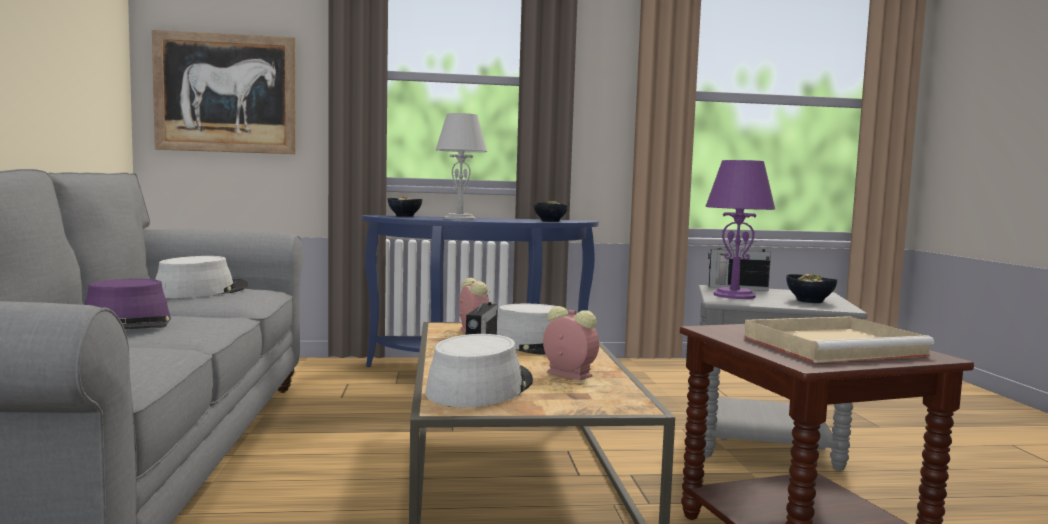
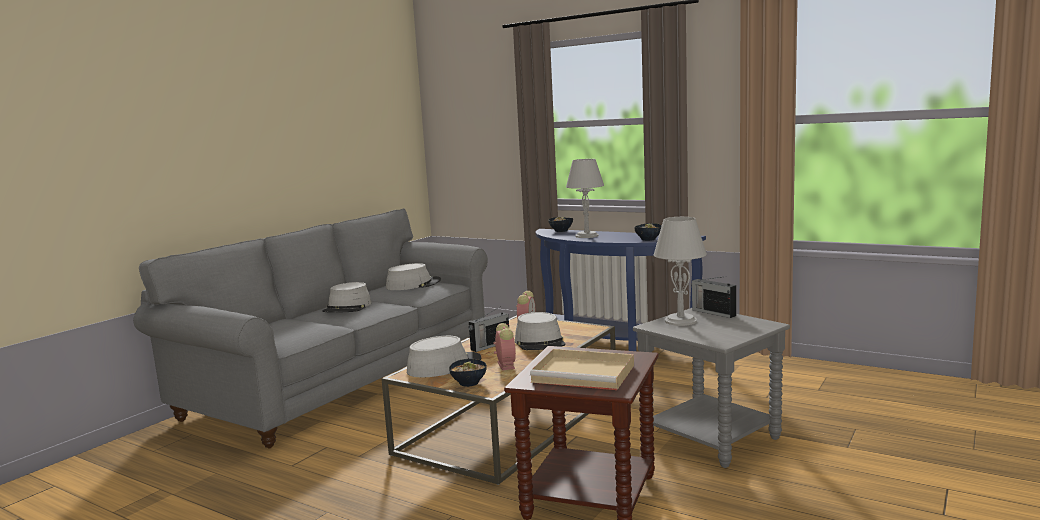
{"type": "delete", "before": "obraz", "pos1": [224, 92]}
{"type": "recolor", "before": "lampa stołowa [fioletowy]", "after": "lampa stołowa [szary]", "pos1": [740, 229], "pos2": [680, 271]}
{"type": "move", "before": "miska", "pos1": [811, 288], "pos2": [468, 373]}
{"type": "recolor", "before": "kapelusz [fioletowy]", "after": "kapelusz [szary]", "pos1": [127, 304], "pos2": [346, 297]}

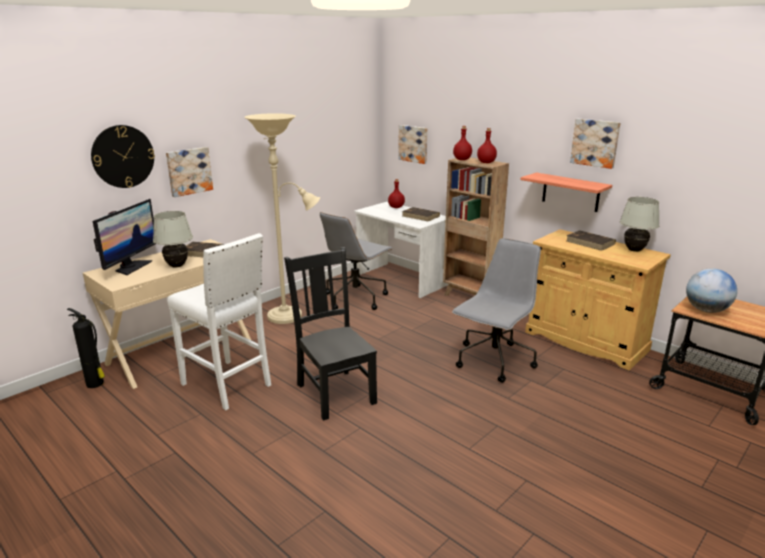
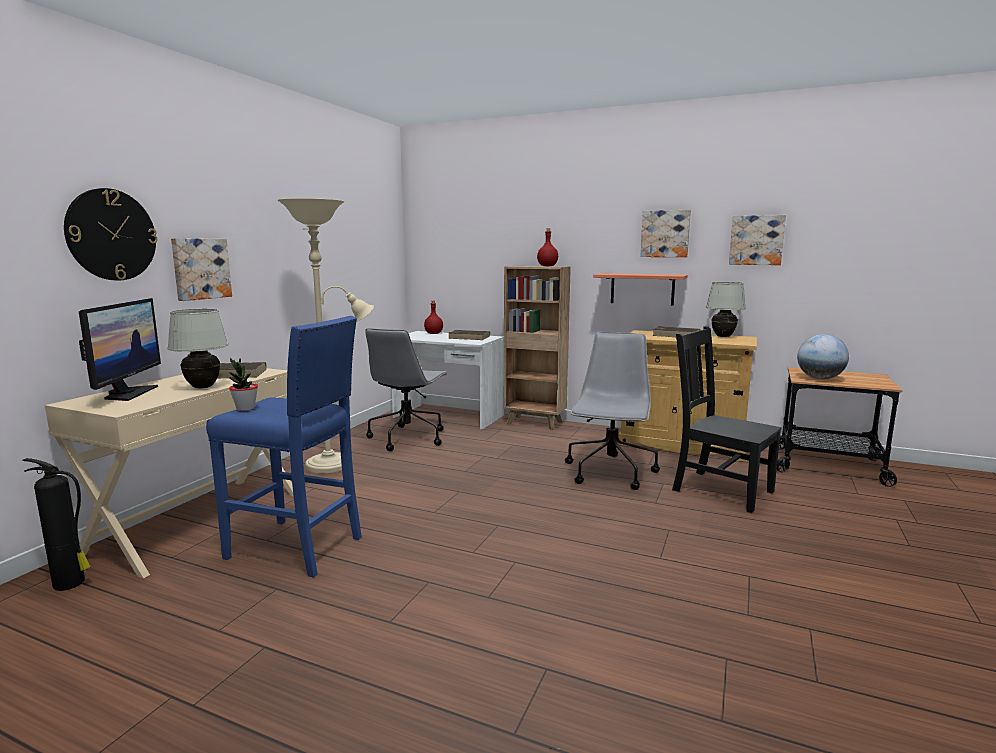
{"type": "move", "before": "obraz", "pos1": [413, 144], "pos2": [757, 240]}
{"type": "delete", "before": "butelka [czerwony]", "pos1": [462, 143]}
{"type": "recolor", "before": "stołek [biały]", "after": "stołek [niebieski]", "pos1": [219, 321], "pos2": [284, 447]}
{"type": "move", "before": "krzesło [czarny]", "pos1": [330, 334], "pos2": [727, 419]}
{"type": "insert", "after": "roślina doniczkowa", "pos2": [243, 384]}

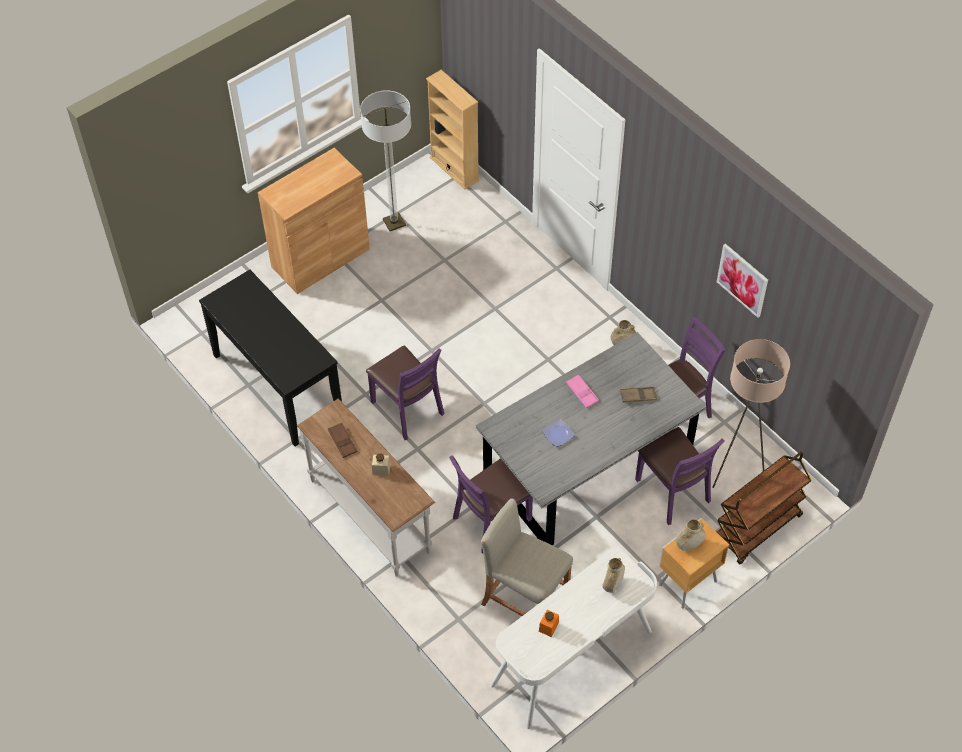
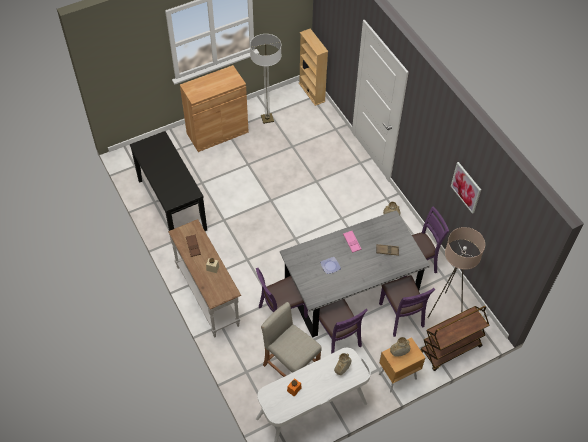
{"type": "move", "before": "krzesło [fioletowy]", "pos1": [405, 393], "pos2": [343, 326]}

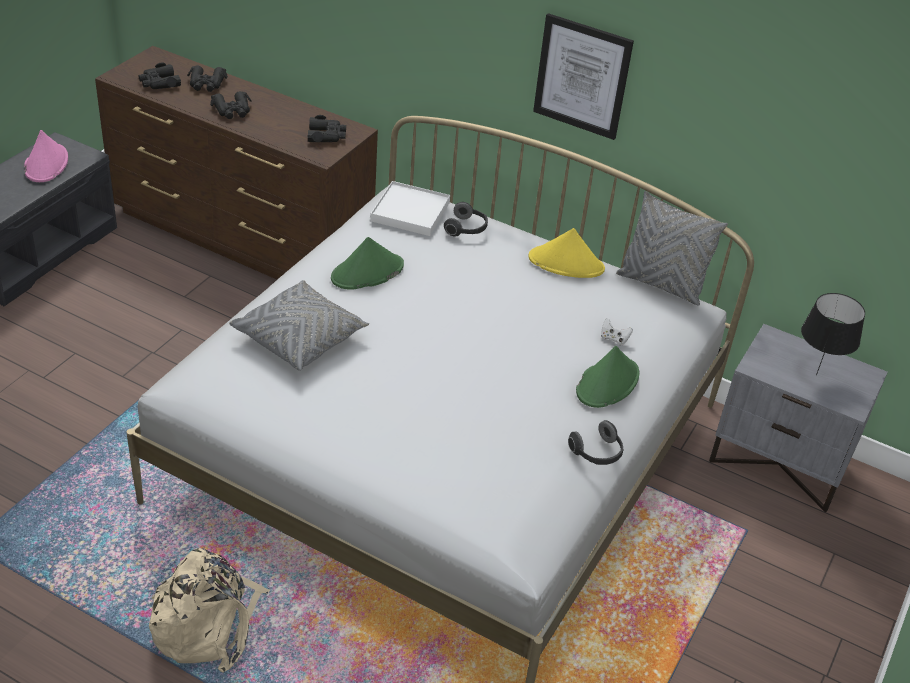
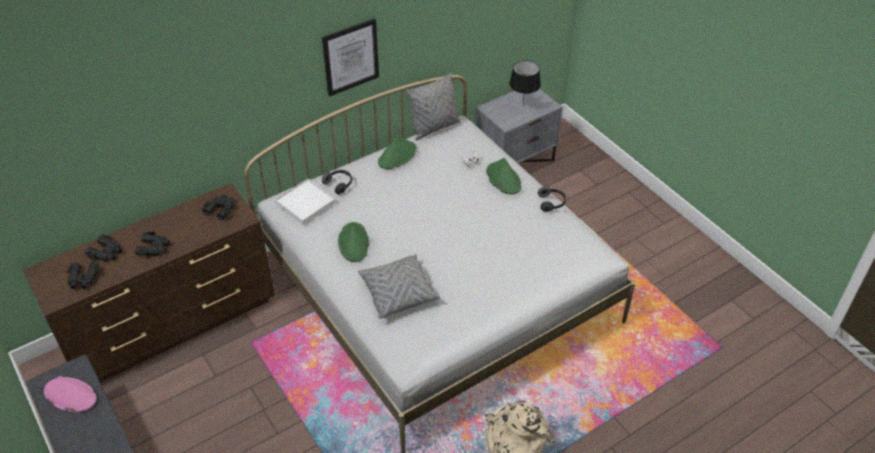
{"type": "recolor", "before": "kapelusz [żółty]", "after": "kapelusz [zielony]", "pos1": [566, 253], "pos2": [397, 152]}

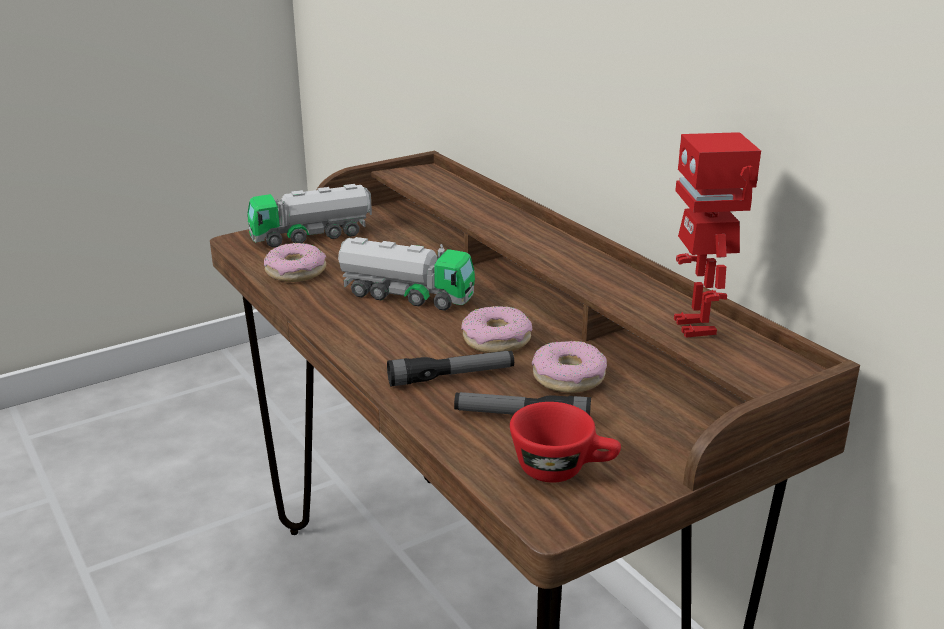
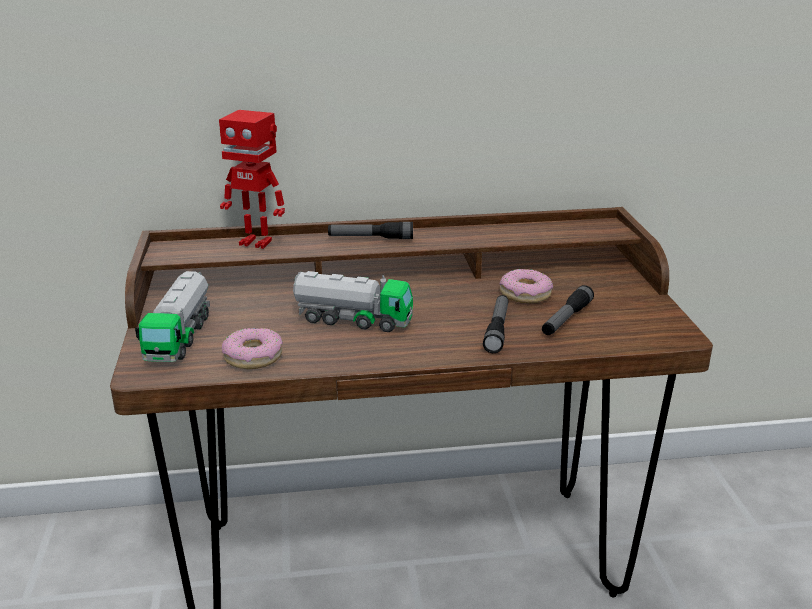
{"type": "move", "before": "robot zabawkowy", "pos1": [717, 235], "pos2": [252, 179]}
{"type": "rotate", "before": "ciężarówka zabawkowa", "pos1": [406, 274], "pos2": [353, 301], "turn": 60}
{"type": "delete", "before": "donut", "pos1": [497, 329]}
{"type": "delete", "before": "filiżanka [czerwony]", "pos1": [565, 442]}
{"type": "insert", "after": "latarka", "pos2": [370, 230]}

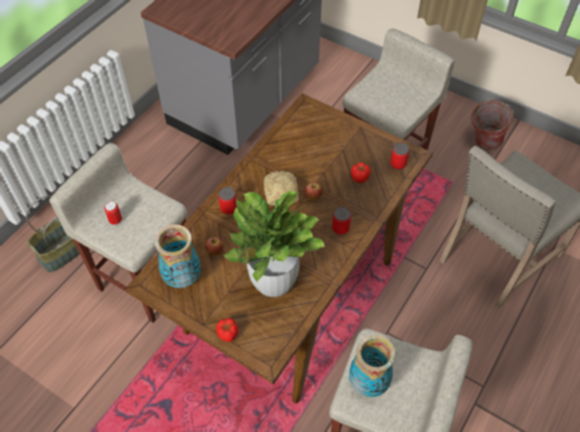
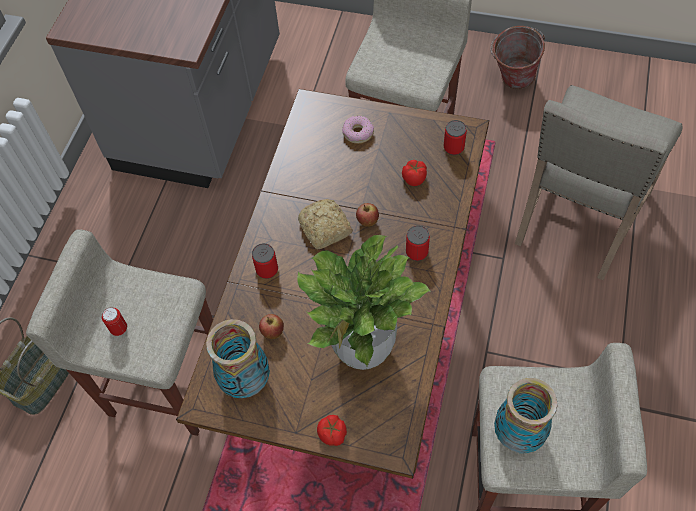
{"type": "insert", "after": "donut", "pos2": [358, 130]}

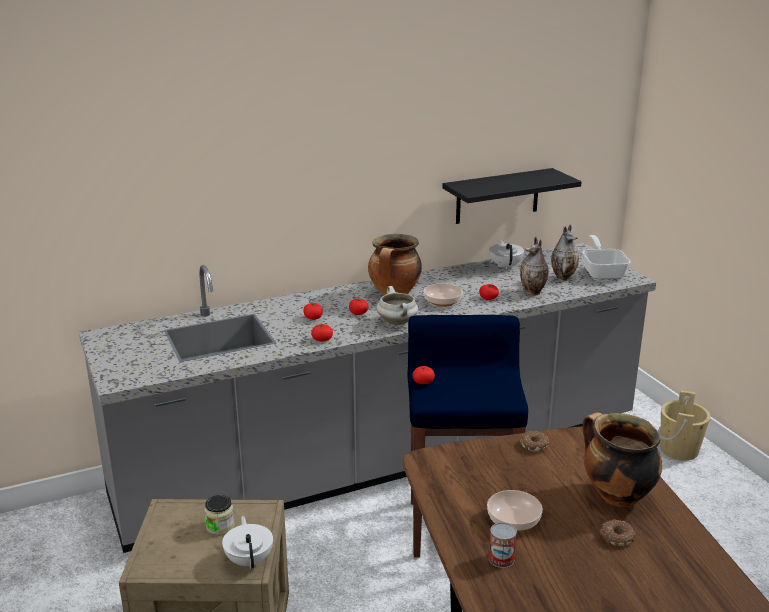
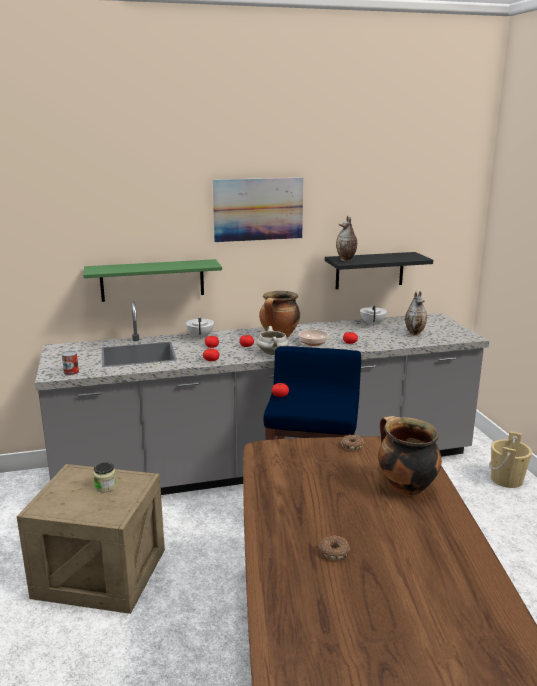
{"type": "delete", "before": "patelnia", "pos1": [606, 257]}
{"type": "move", "before": "wazon", "pos1": [534, 266], "pos2": [346, 239]}
{"type": "delete", "before": "miska", "pos1": [515, 510]}
{"type": "move", "before": "imbryk [biały]", "pos1": [247, 542], "pos2": [200, 327]}
{"type": "move", "before": "donut", "pos1": [618, 533], "pos2": [334, 547]}
{"type": "move", "before": "puszka", "pos1": [503, 545], "pos2": [70, 363]}
{"type": "insert", "after": "obraz", "pos2": [258, 210]}
{"type": "insert", "after": "półka [zielony]", "pos2": [152, 280]}

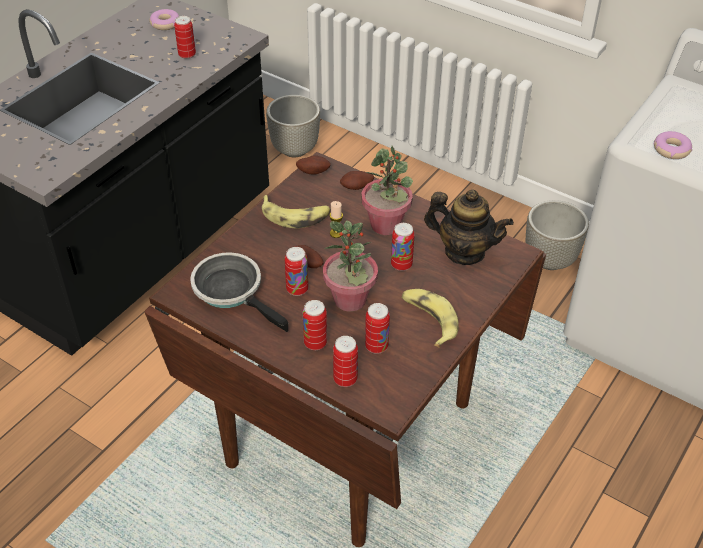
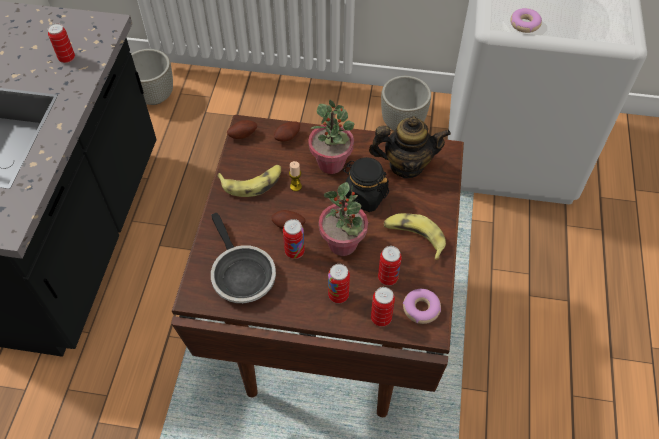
{"type": "move", "before": "donut", "pos1": [164, 19], "pos2": [422, 306]}
{"type": "replace", "before": "puszka", "after": "słoik [czarny]", "pos1": [403, 247], "pos2": [366, 184]}
{"type": "rotate", "before": "patelnia", "pos1": [239, 292], "pos2": [243, 258], "turn": -135}

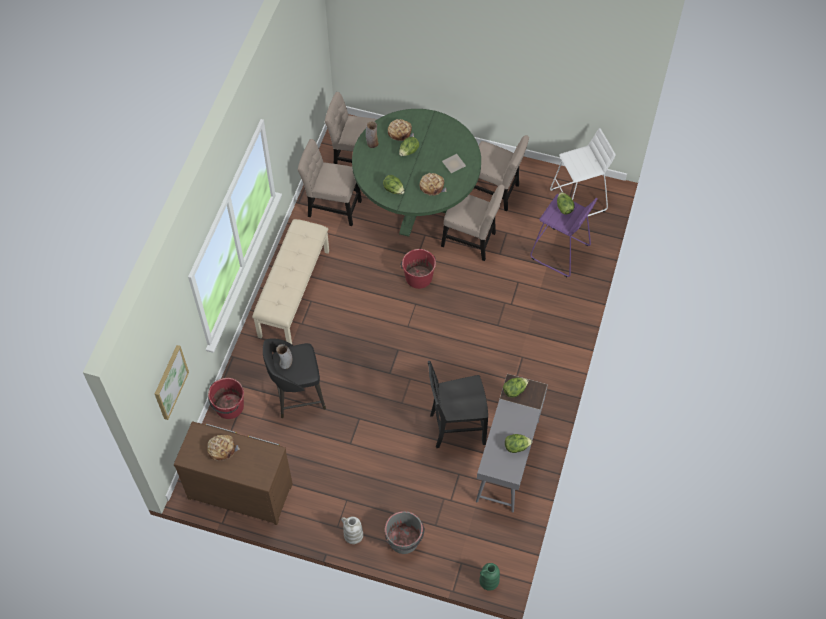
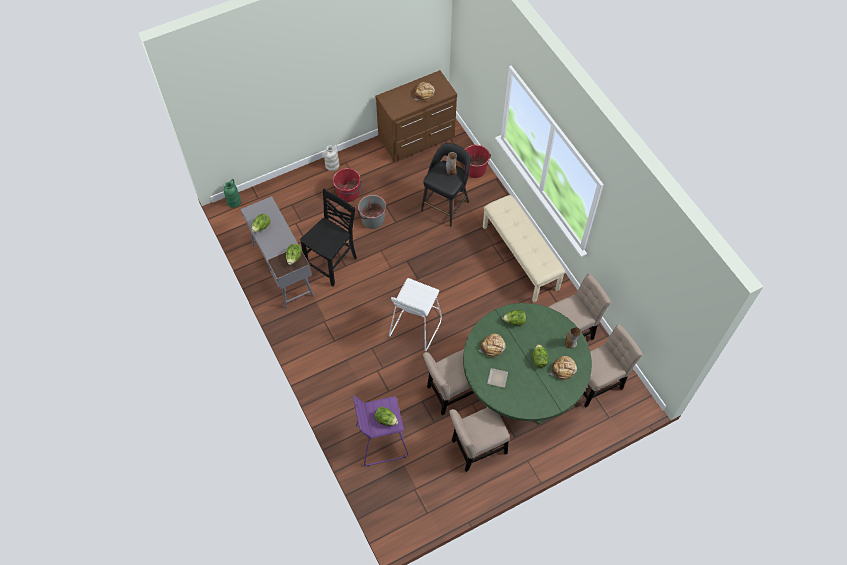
{"type": "move", "before": "stołek [biały]", "pos1": [583, 172], "pos2": [415, 314]}
{"type": "move", "before": "wiadro [czerwony]", "pos1": [418, 269], "pos2": [347, 185]}
{"type": "delete", "before": "obraz", "pos1": [172, 382]}
{"type": "move", "before": "wiadro [szary]", "pos1": [404, 532], "pos2": [372, 212]}

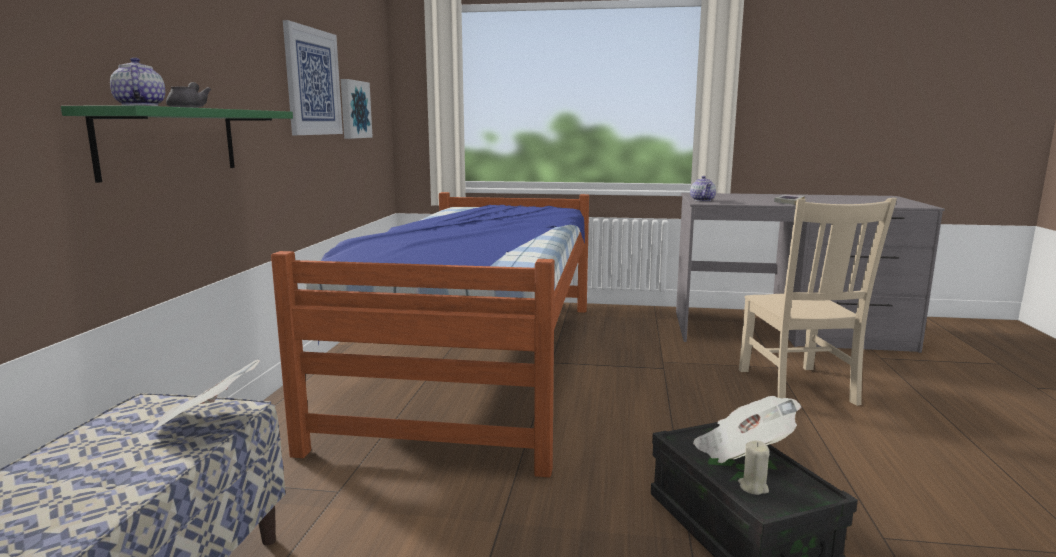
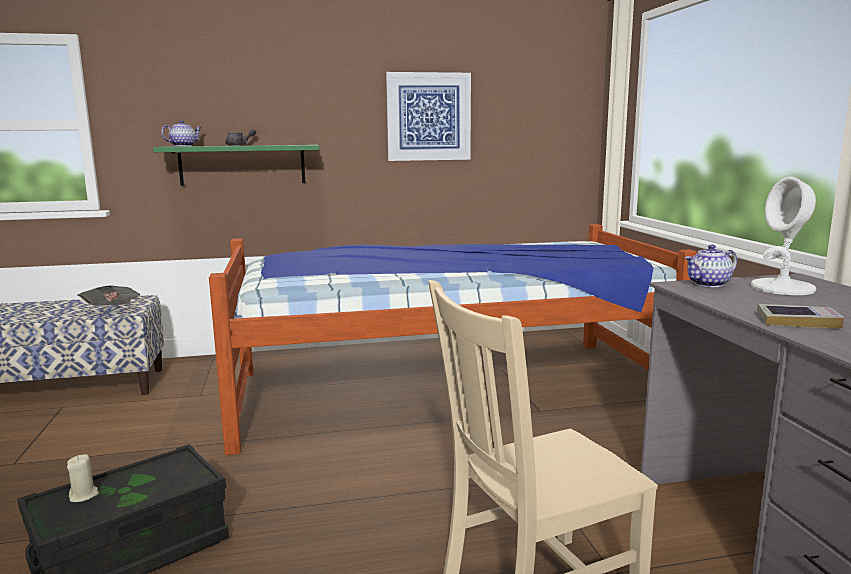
{"type": "delete", "before": "obraz", "pos1": [357, 109]}
{"type": "delete", "before": "gazeta", "pos1": [747, 429]}
{"type": "insert", "after": "lampa stołowa [biały]", "pos2": [783, 235]}

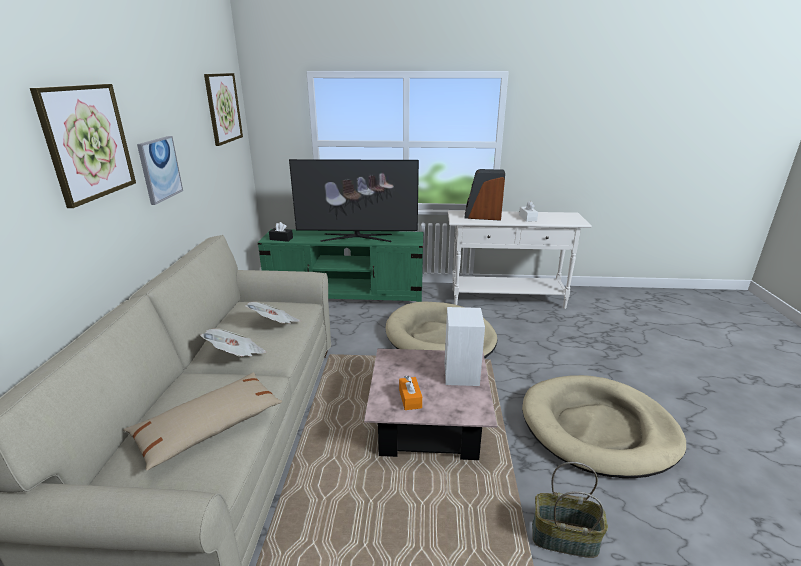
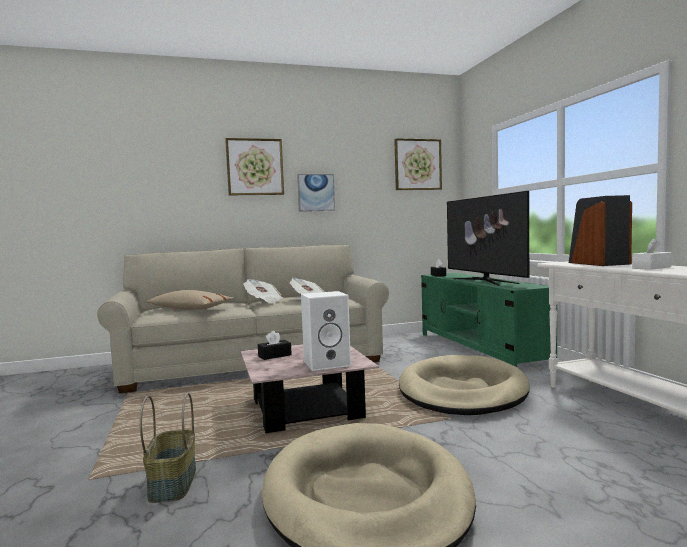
{"type": "recolor", "before": "pudełko chusteczek [pomarańczowy]", "after": "pudełko chusteczek [czarny]", "pos1": [410, 392], "pos2": [275, 345]}

